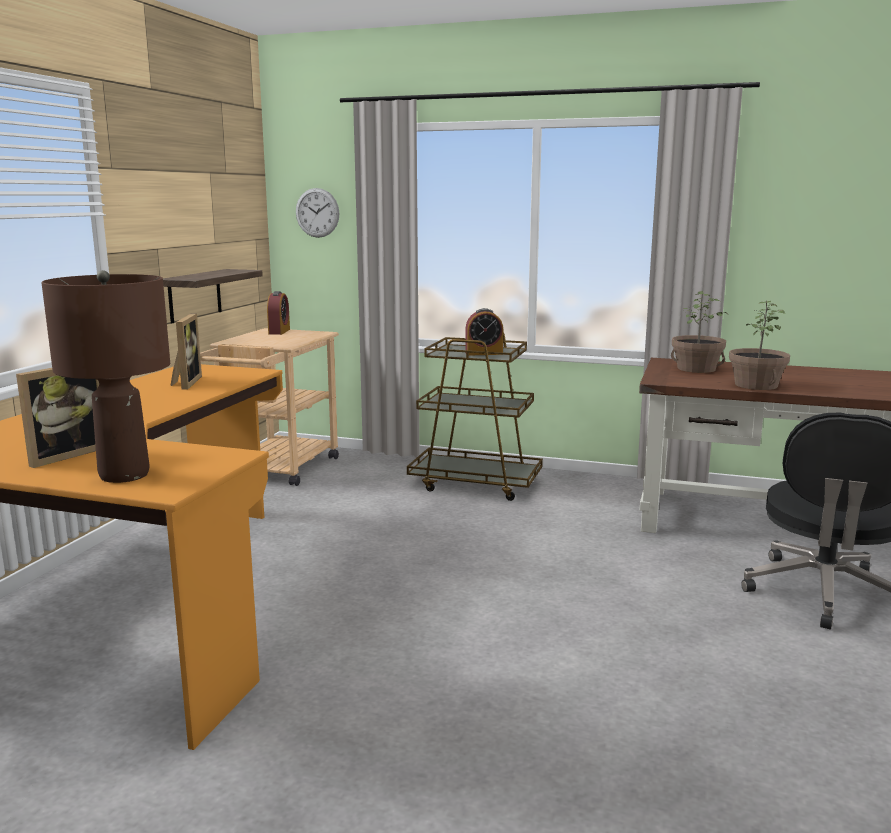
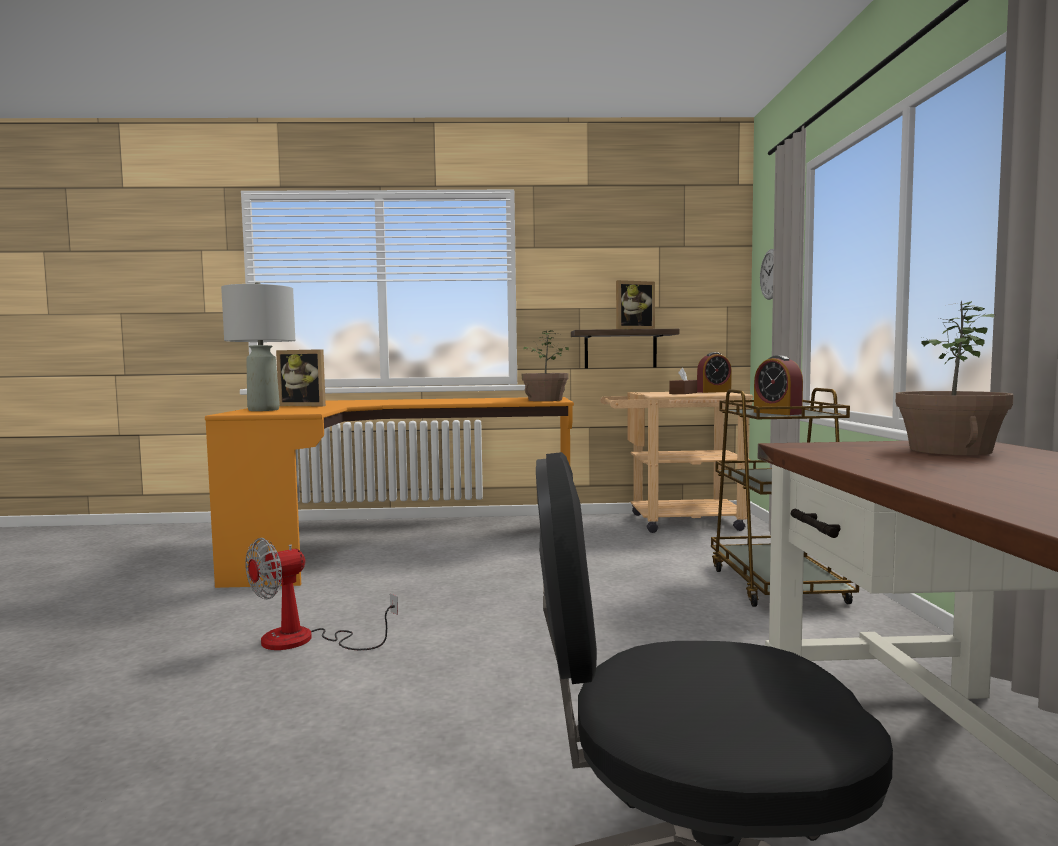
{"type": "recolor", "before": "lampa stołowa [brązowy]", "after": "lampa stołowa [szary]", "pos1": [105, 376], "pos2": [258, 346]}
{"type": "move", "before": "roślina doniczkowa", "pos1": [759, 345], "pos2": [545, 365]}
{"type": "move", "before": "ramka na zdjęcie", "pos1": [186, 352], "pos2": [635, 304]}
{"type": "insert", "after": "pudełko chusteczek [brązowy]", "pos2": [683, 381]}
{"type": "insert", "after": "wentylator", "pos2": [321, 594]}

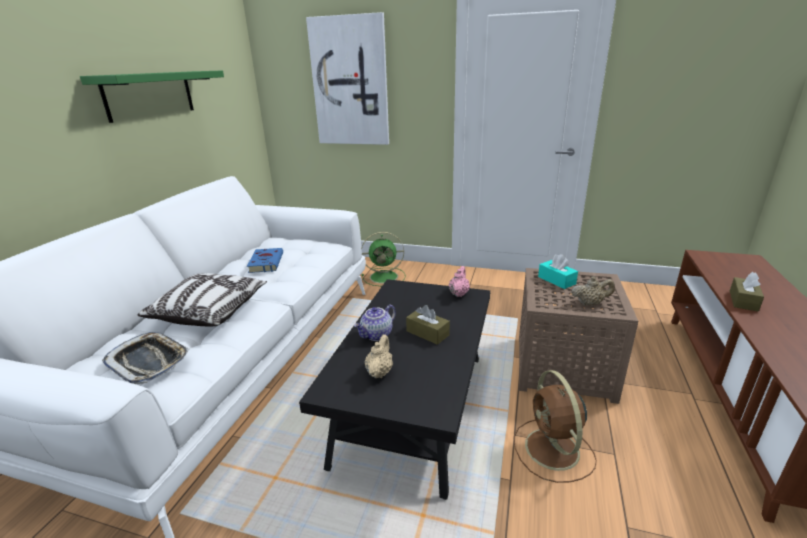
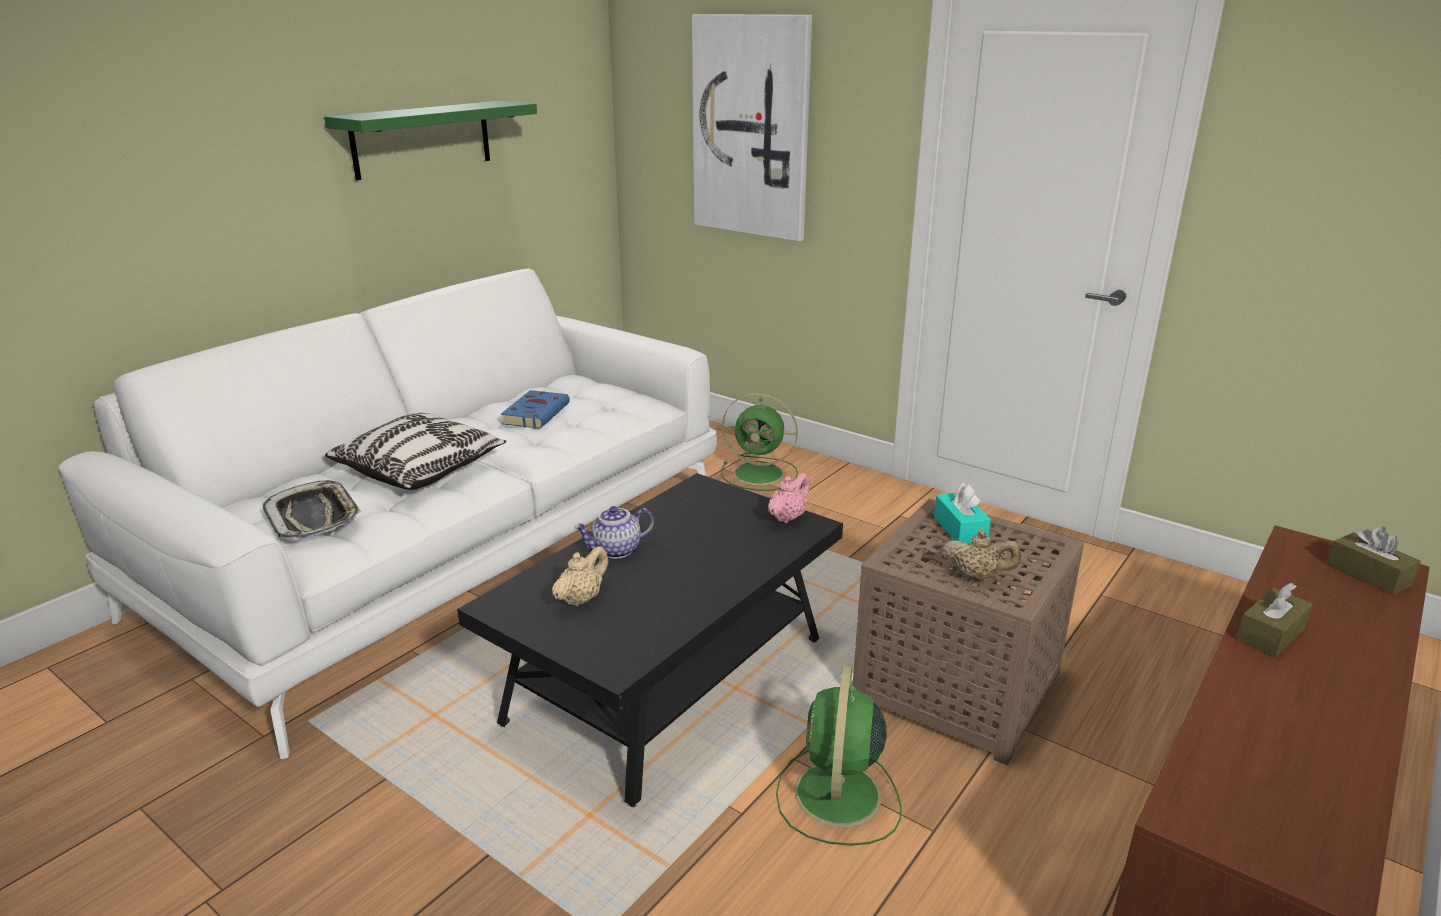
{"type": "move", "before": "pudełko chusteczek [brązowy]", "pos1": [428, 325], "pos2": [1374, 560]}
{"type": "recolor", "before": "wentylator [brązowy]", "after": "wentylator [zielony]", "pos1": [555, 426], "pos2": [839, 754]}

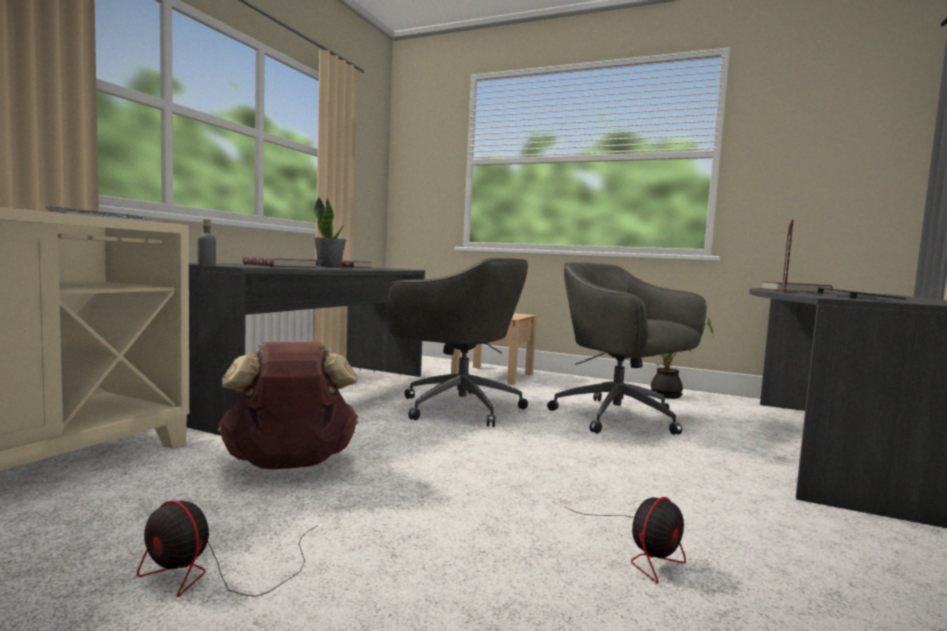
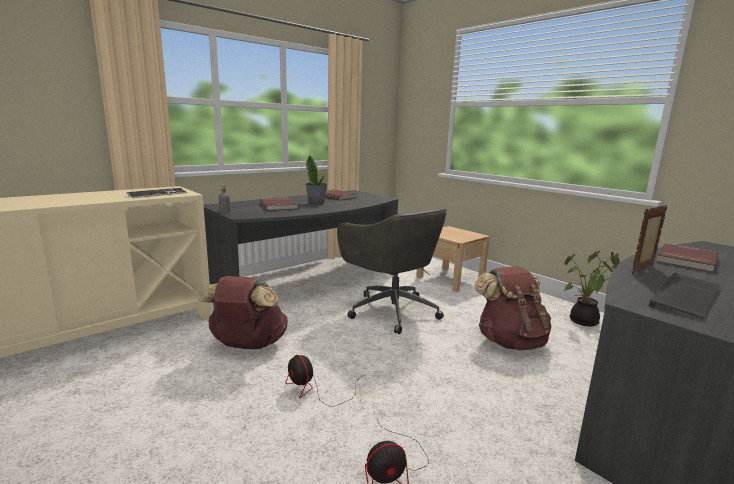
{"type": "replace", "before": "krzesło biurowe [szary]", "after": "plecak [brązowy]", "pos1": [627, 348], "pos2": [513, 308]}
{"type": "move", "before": "wentylator", "pos1": [227, 548], "pos2": [326, 381]}

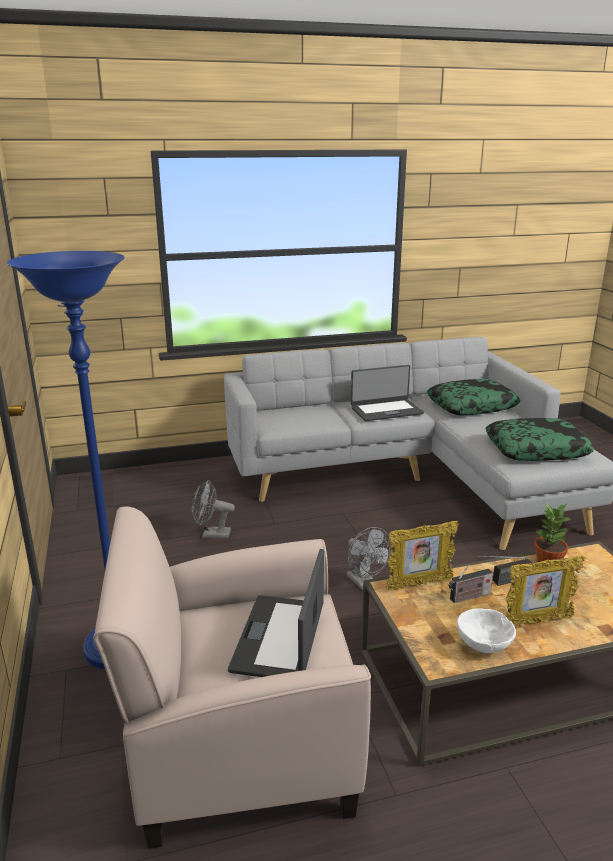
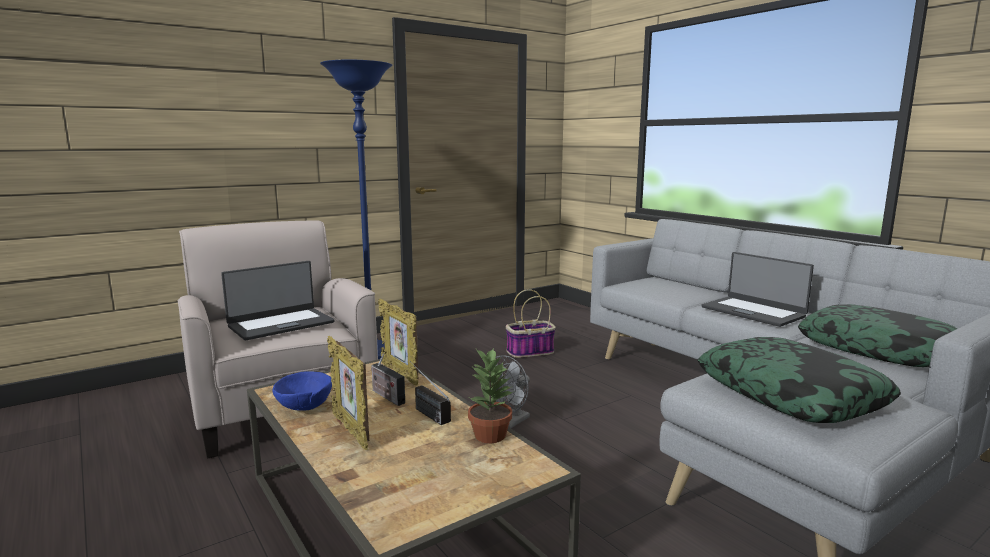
{"type": "replace", "before": "wentylator [szary]", "after": "koszyk", "pos1": [213, 509], "pos2": [531, 323]}
{"type": "rotate", "before": "laptop", "pos1": [276, 613], "pos2": [277, 300], "turn": 150}
{"type": "recolor", "before": "miska [biały]", "after": "miska [niebieski]", "pos1": [486, 630], "pos2": [302, 391]}

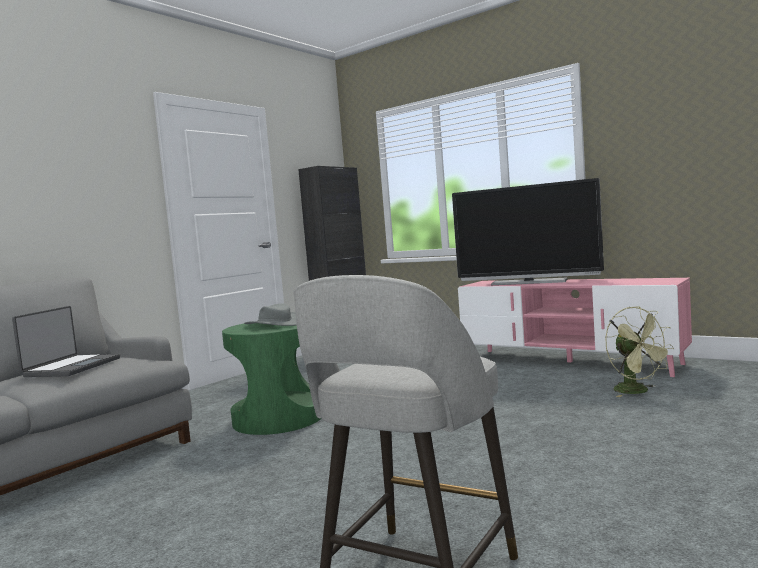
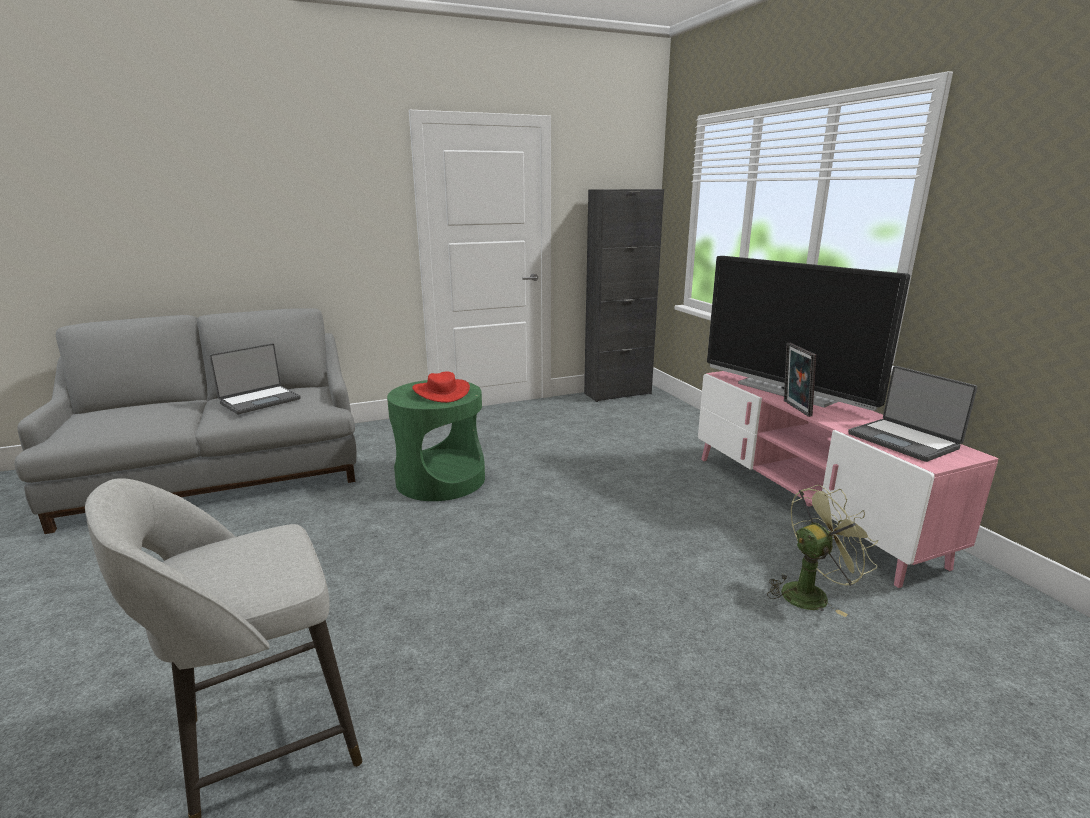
{"type": "recolor", "before": "kapelusz [szary]", "after": "kapelusz [czerwony]", "pos1": [270, 314], "pos2": [441, 387]}
{"type": "rotate", "before": "wentylator [zielony]", "pos1": [639, 351], "pos2": [822, 551], "turn": -120}
{"type": "insert", "after": "ramka na zdjęcie", "pos2": [800, 380]}
{"type": "insert", "after": "laptop", "pos2": [912, 414]}

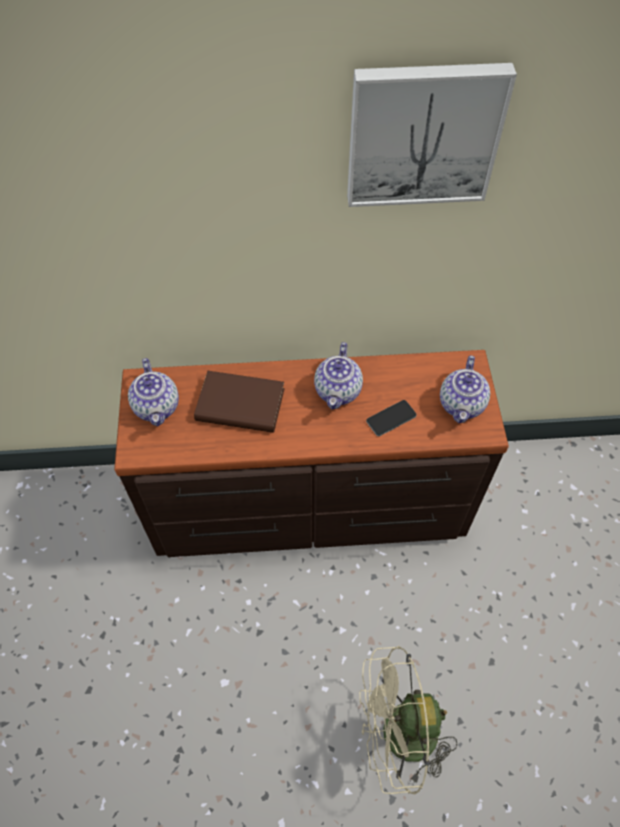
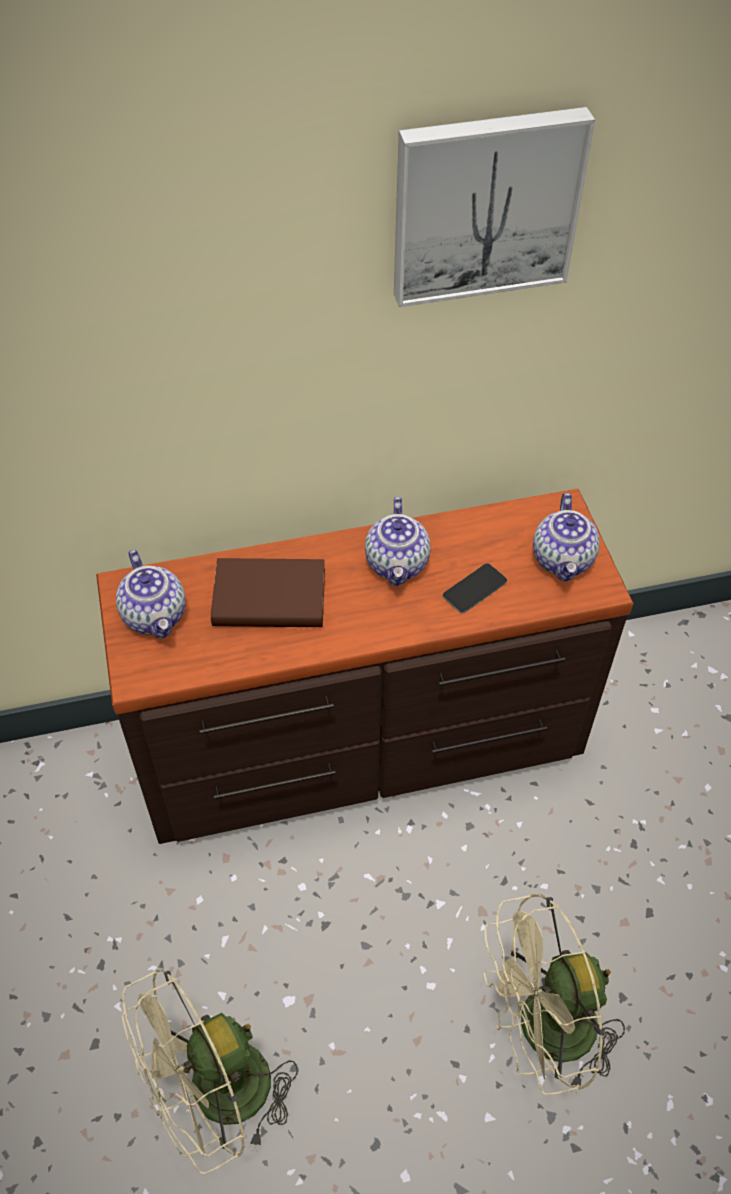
{"type": "insert", "after": "wentylator [beżowy]", "pos2": [210, 1071]}

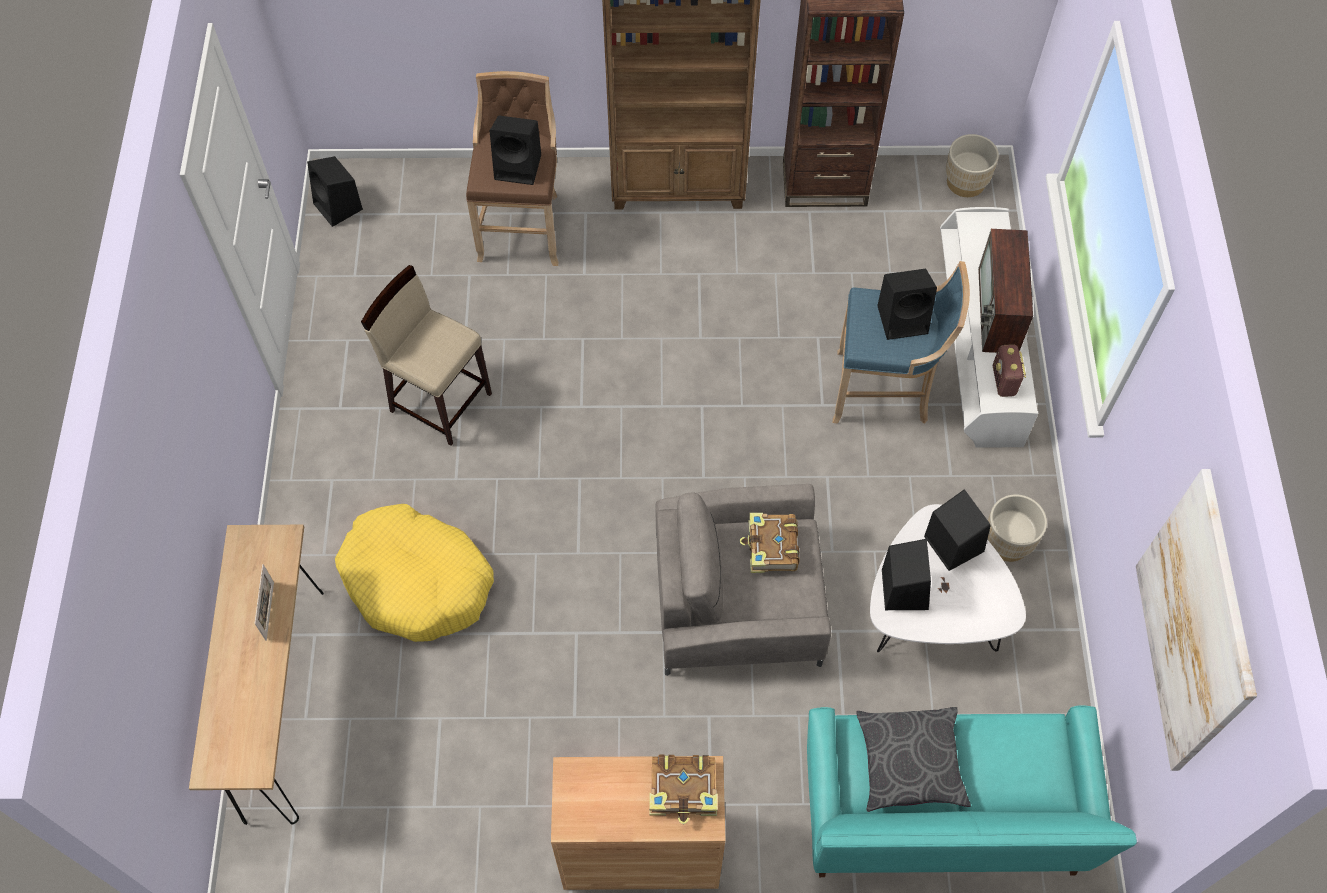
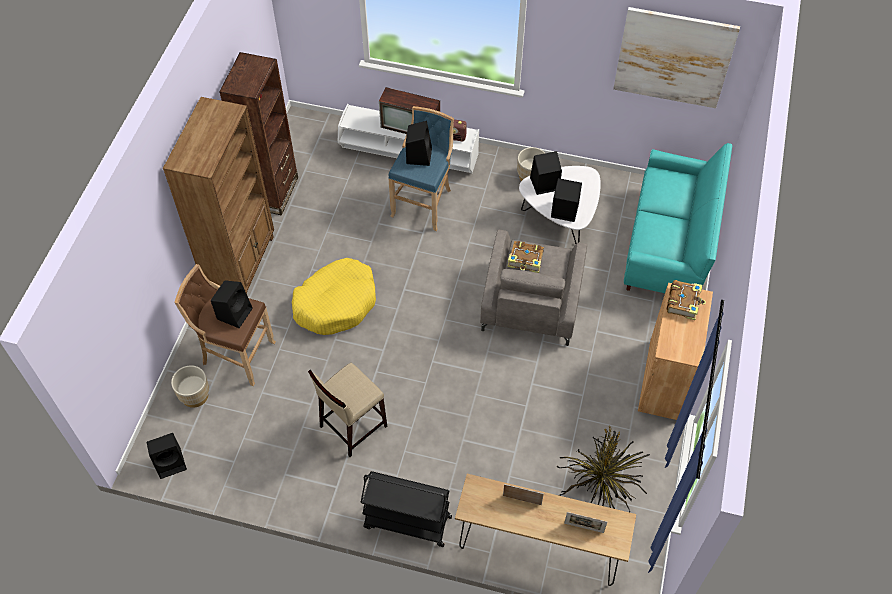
{"type": "move", "before": "donica [beżowy]", "pos1": [972, 165], "pos2": [190, 386]}
{"type": "move", "before": "legowisko [żółty]", "pos1": [414, 573], "pos2": [334, 296]}
{"type": "delete", "before": "poduszka [szary]", "pos1": [913, 759]}
{"type": "insert", "after": "roślina doniczkowa", "pos2": [603, 468]}
{"type": "insert", "after": "wózek [czarny]", "pos2": [406, 509]}
{"type": "insert", "after": "ramka na zdjęcie", "pos2": [585, 522]}

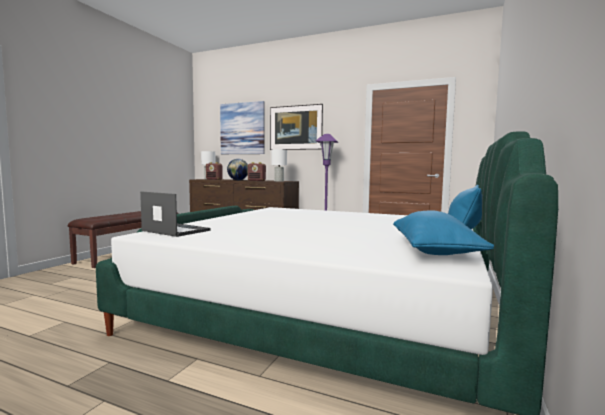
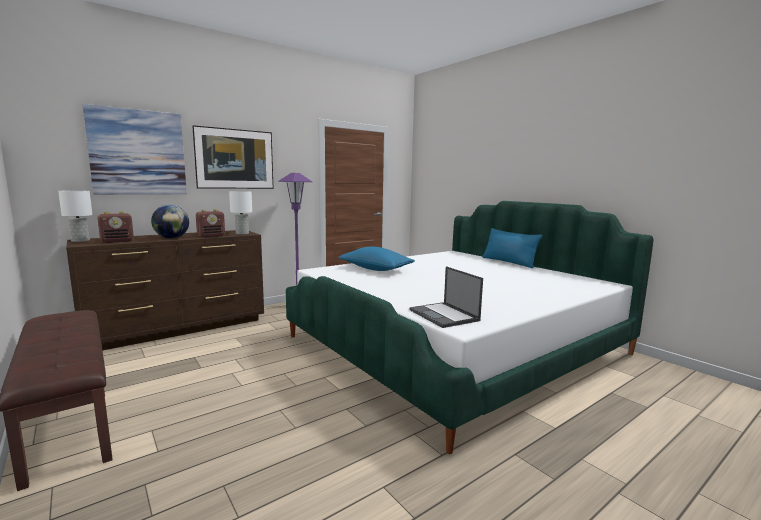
{"type": "rotate", "before": "laptop", "pos1": [175, 214], "pos2": [446, 297], "turn": -90}
{"type": "move", "before": "poduszka [niebieski]", "pos1": [443, 232], "pos2": [377, 259]}

